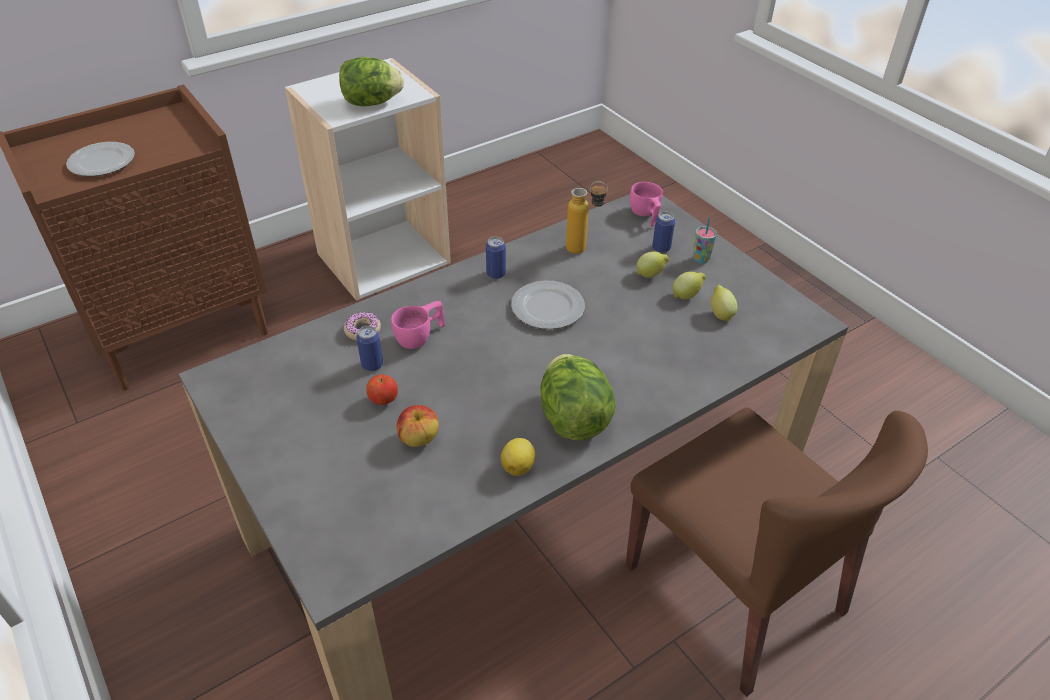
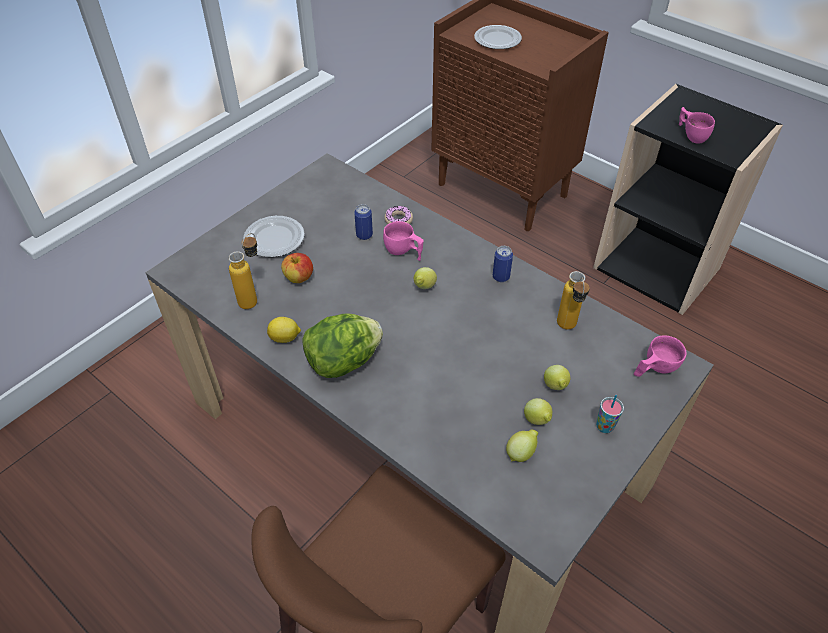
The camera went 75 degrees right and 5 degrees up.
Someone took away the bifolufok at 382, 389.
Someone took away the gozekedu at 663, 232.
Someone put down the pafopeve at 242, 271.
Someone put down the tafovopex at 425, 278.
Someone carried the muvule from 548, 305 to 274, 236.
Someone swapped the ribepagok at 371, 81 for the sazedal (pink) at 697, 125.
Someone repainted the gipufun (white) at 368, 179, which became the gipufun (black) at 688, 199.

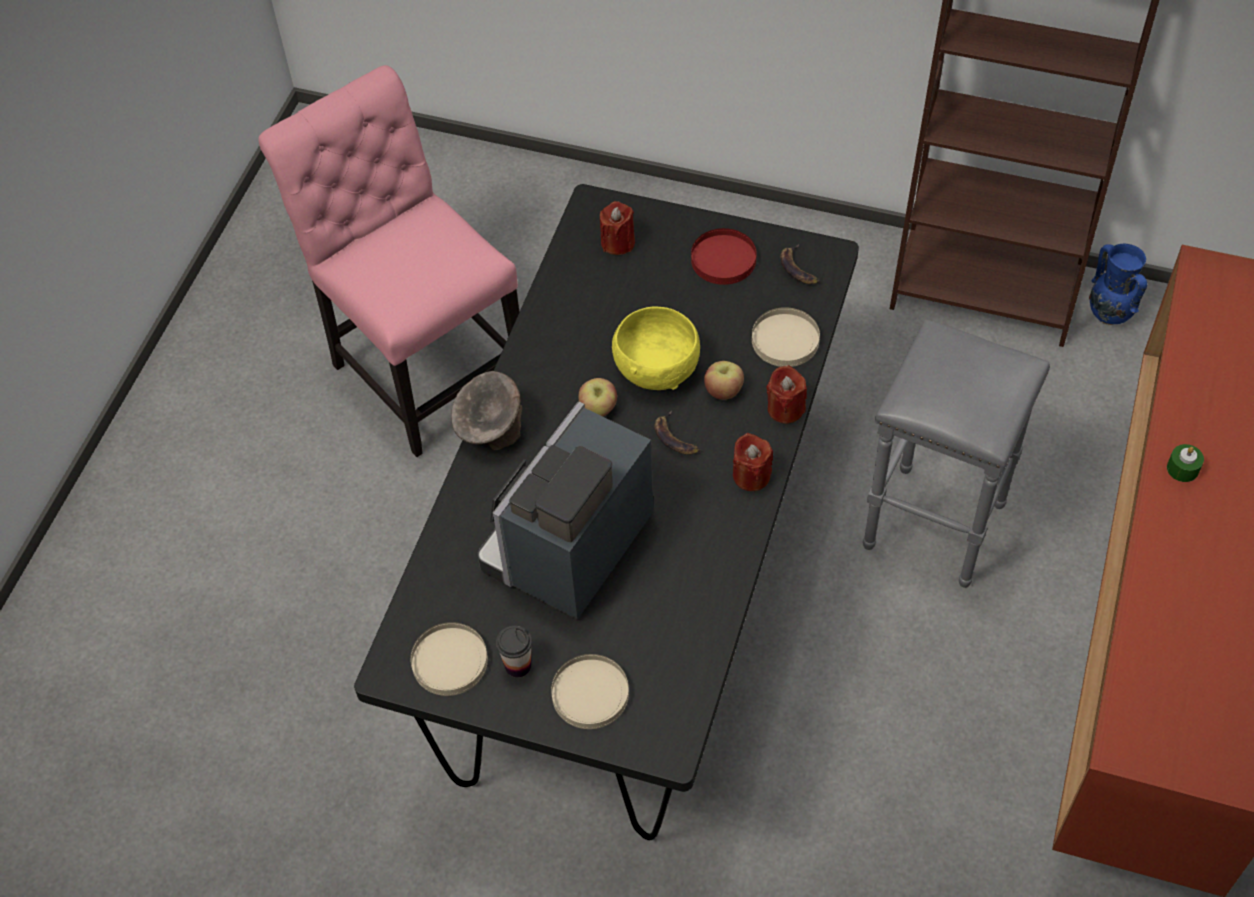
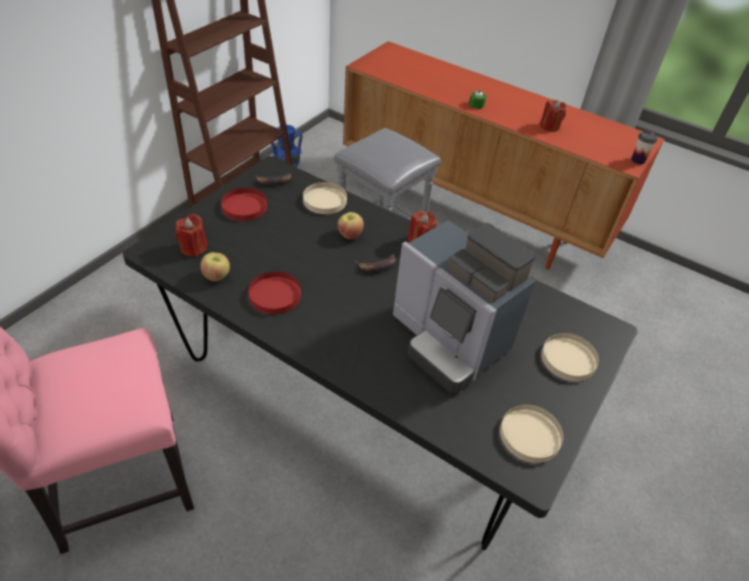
The camera went 80 degrees left and 10 degrees down.
Someone took away the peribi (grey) at 486, 410.
Someone took away the peribi (yellow) at 656, 348.
Someone put down the muvule (red) at 274, 293.
Someone carried the sazedal from 514, 652 to 644, 147.
Someone carried the bifolufok from 598, 397 to 215, 266.
Someone carried the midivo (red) from 786, 394 to 553, 116.

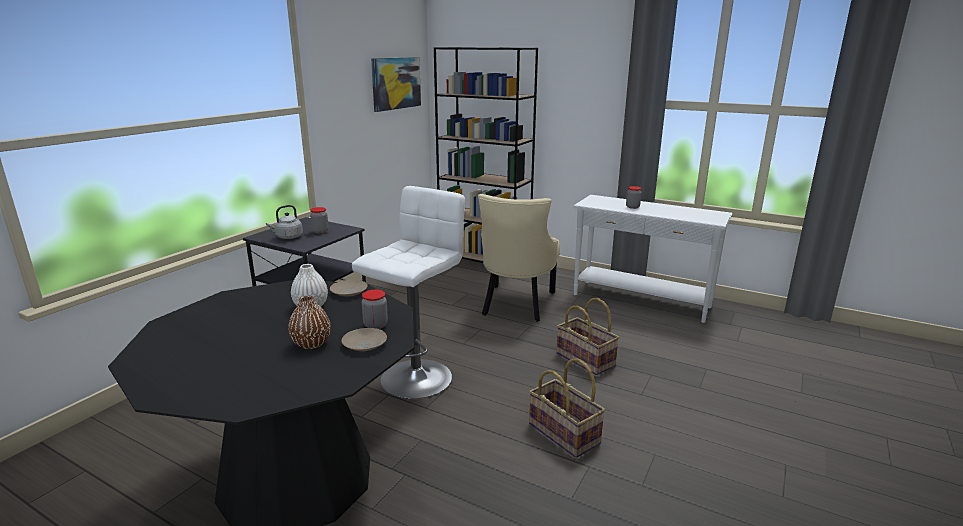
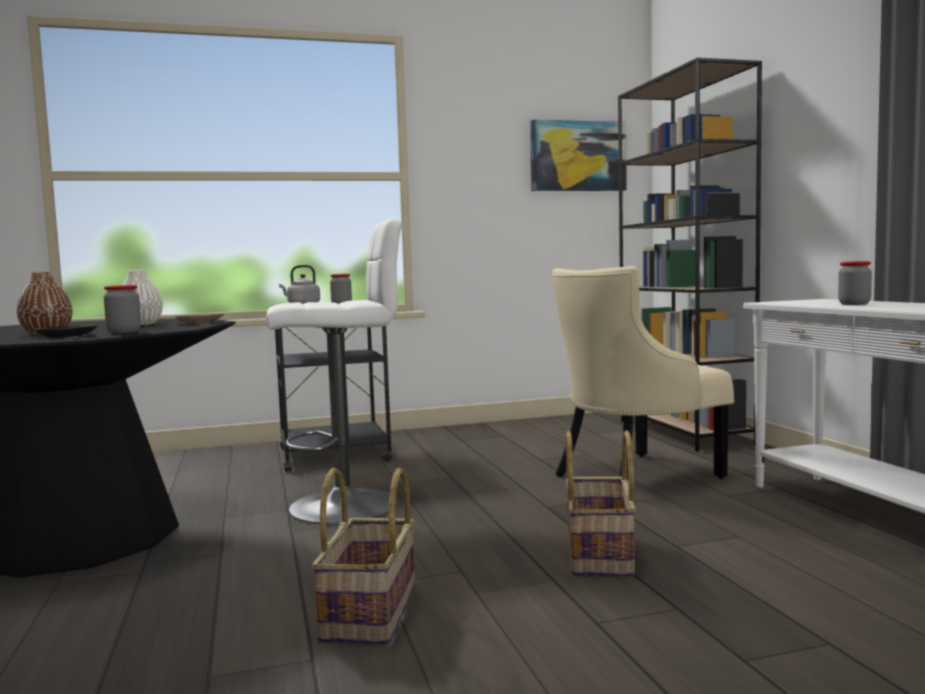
The camera went 45 degrees right and 15 degrees down.
Someone repainted the muvule (beige) at 364, 339, which became the muvule (black) at 65, 331.

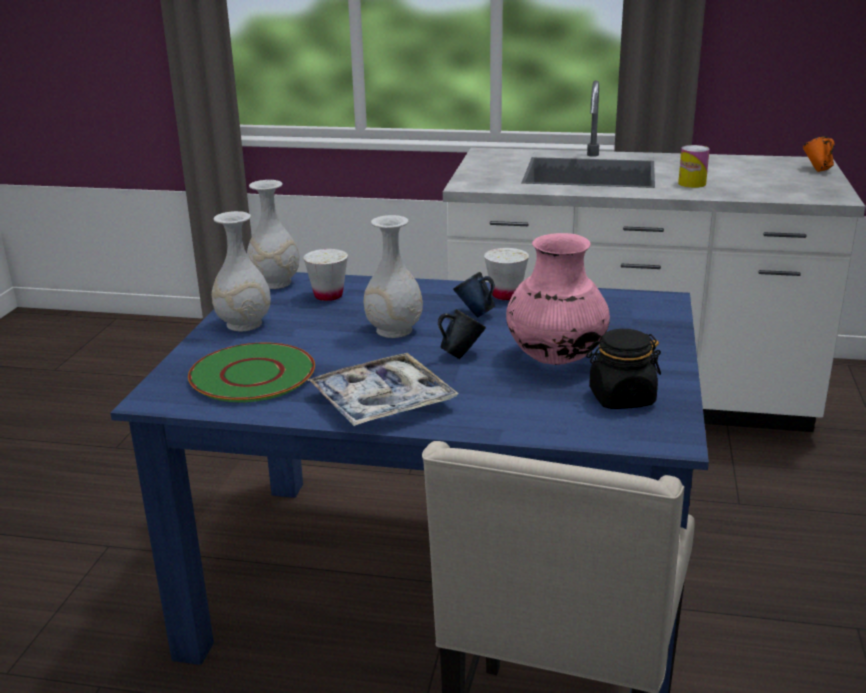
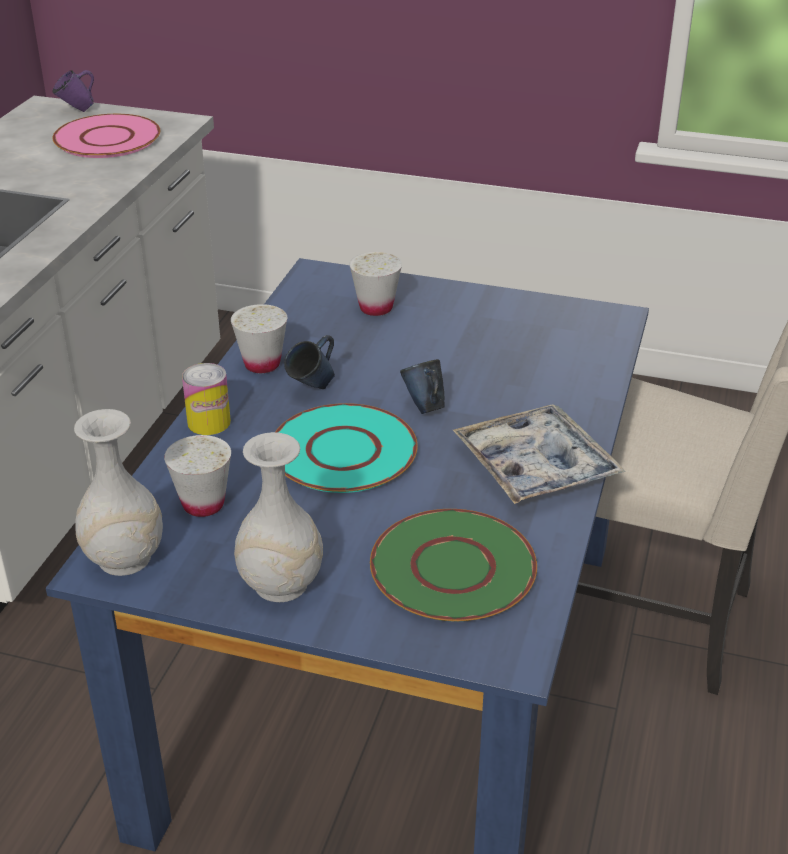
The camera went 85 degrees left and 10 degrees up.
Someone took away the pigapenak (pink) at 558, 299.
Someone took away the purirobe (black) at 623, 369.
Someone put down the muvule (pink) at 106, 136.
Someone put down the sazedal (white) at 375, 284.
Someone carried the gozekedu from 694, 166 to 206, 399.
Someone swapped the pigapenak (white) at 393, 276 for the muvule (turquoise) at 346, 448.
Someone repainted the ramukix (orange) at 819, 154, which became the ramukix (purple) at 73, 91.

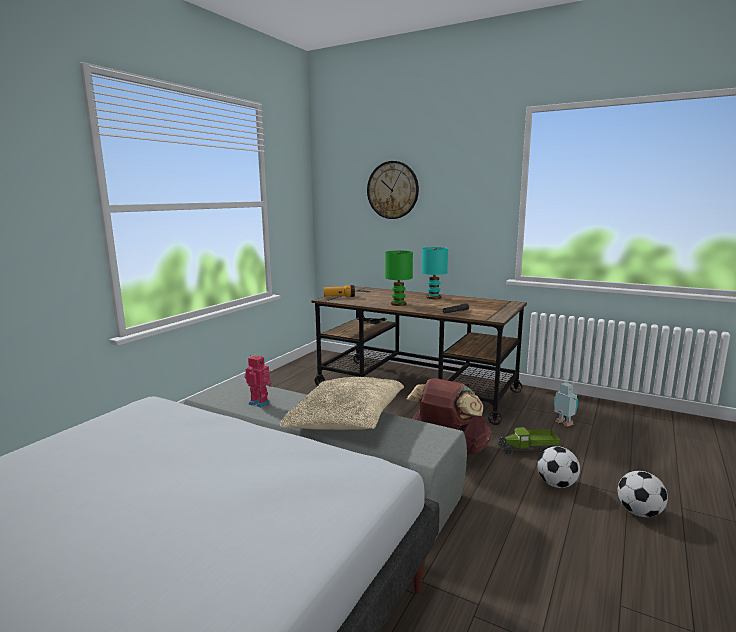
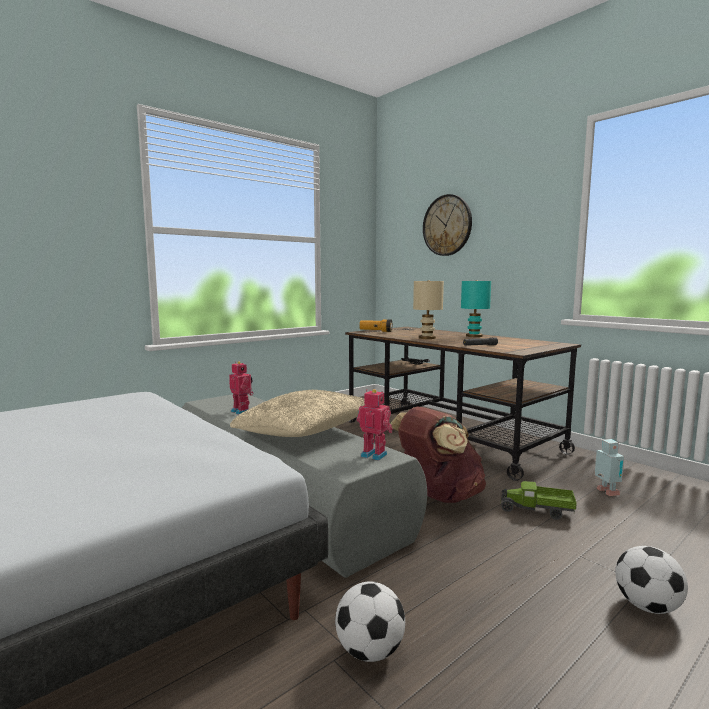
The camera went 20 degrees right and 5 degrees down.
Someone put down the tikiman at 375, 424.
Someone carried the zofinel from 558, 467 to 370, 621.
Someone repainted the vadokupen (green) at 399, 278, which became the vadokupen (beige) at 428, 309.

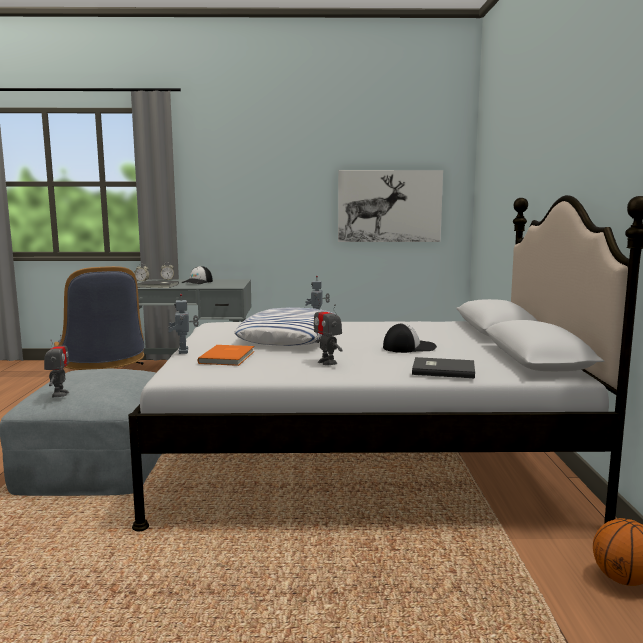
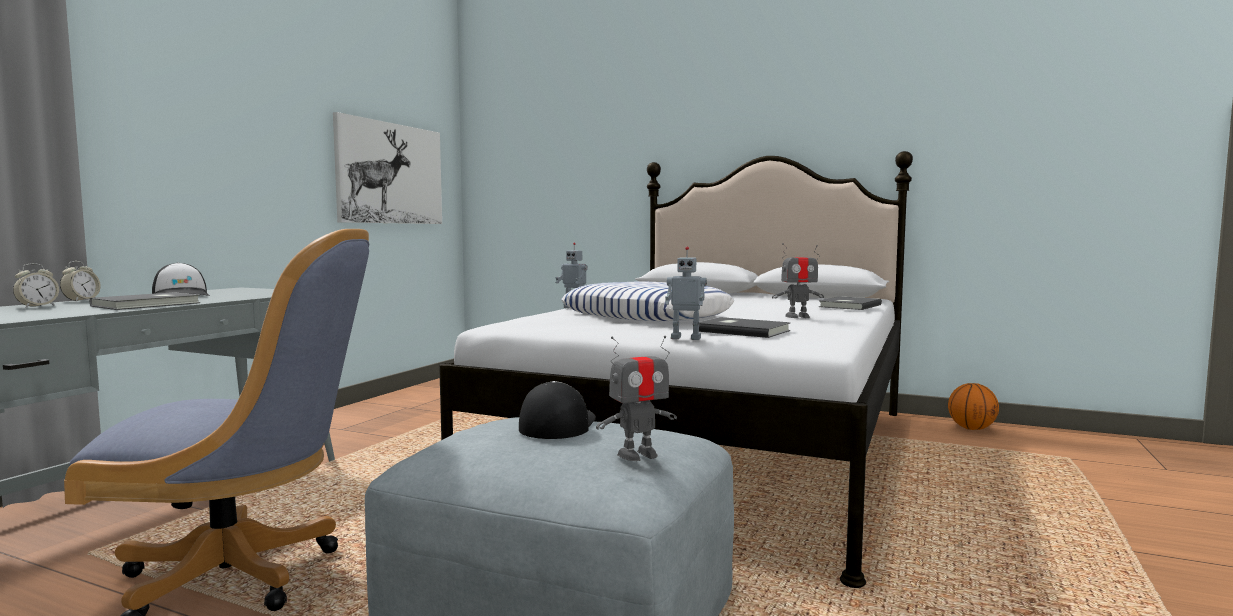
The camera went 65 degrees left and 5 degrees down.
Someone carried the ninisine from 410, 338 to 557, 410.
Someone repainted the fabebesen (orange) at 226, 355, which became the fabebesen (grey) at 745, 327.
Someone rotated the tikiman at 56, 366 by 135 degrees clockwise.

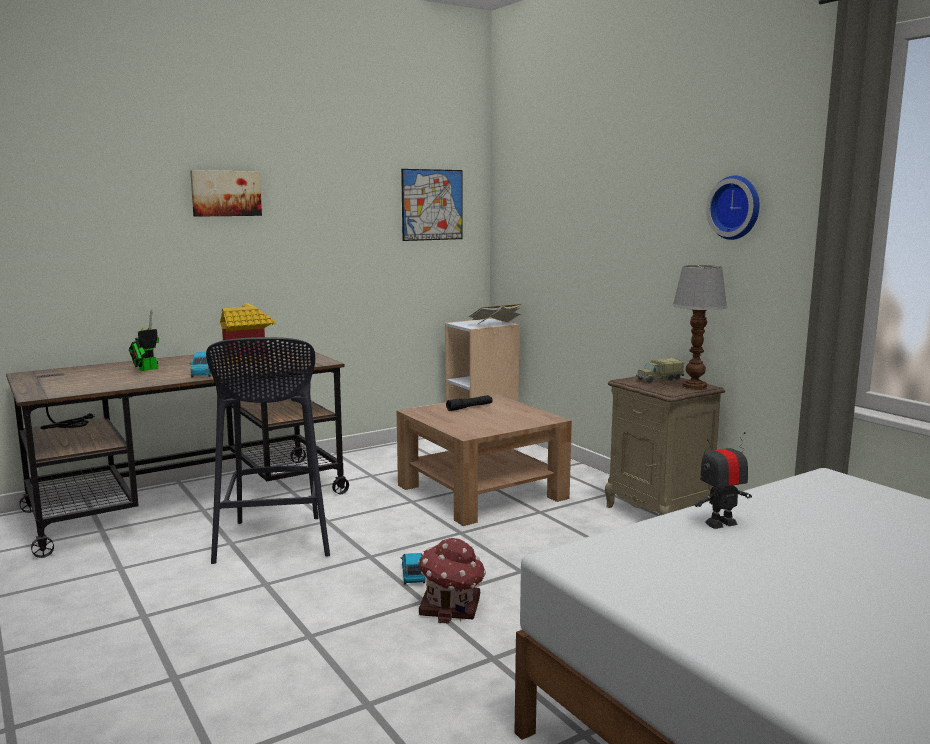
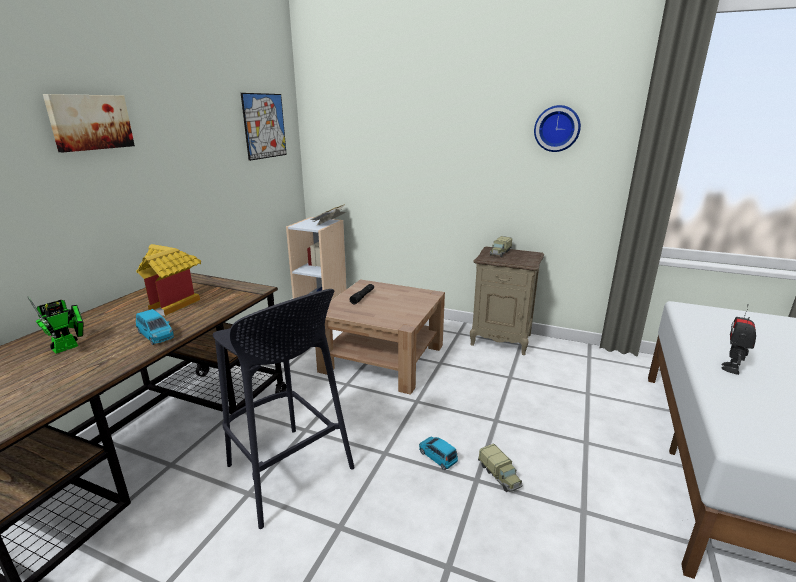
The camera went 35 degrees left and 10 degrees up.
Someone took away the vadokupen at 700, 327.
Someone swapped the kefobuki at 452, 581 for the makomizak at 500, 468.
Someone rotated the tikiman at 144, 340 by 150 degrees counterclockwise.

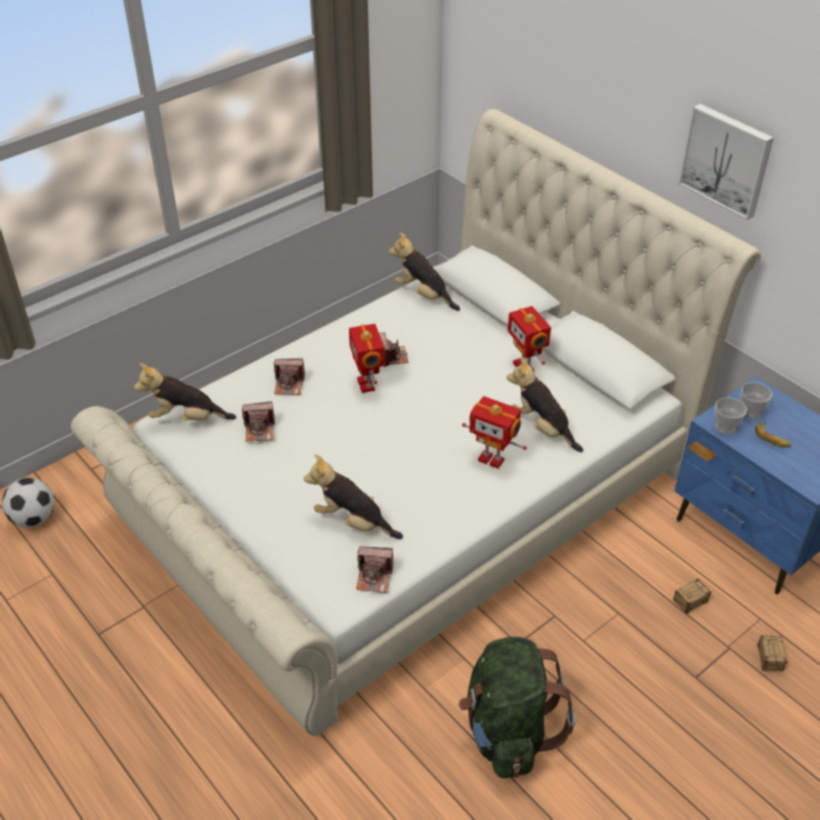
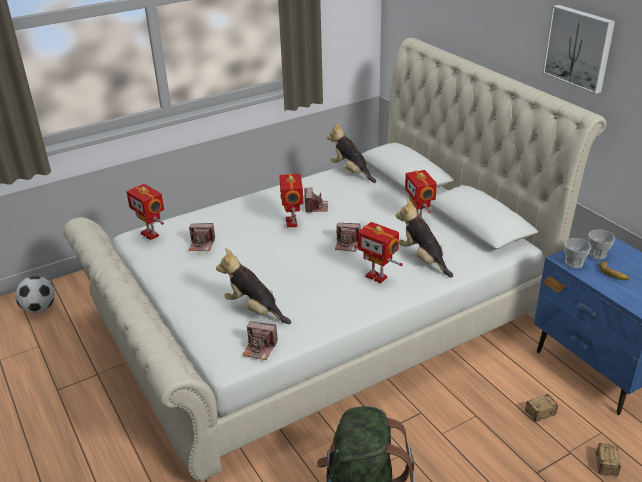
The camera went 10 degrees right and 10 degrees down.
Someone carried the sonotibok from 289, 376 to 348, 237.
Someone swapped the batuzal at 185, 391 for the tikiman at 145, 212.

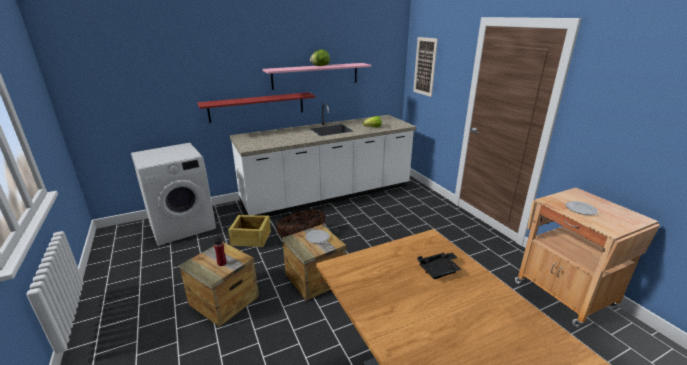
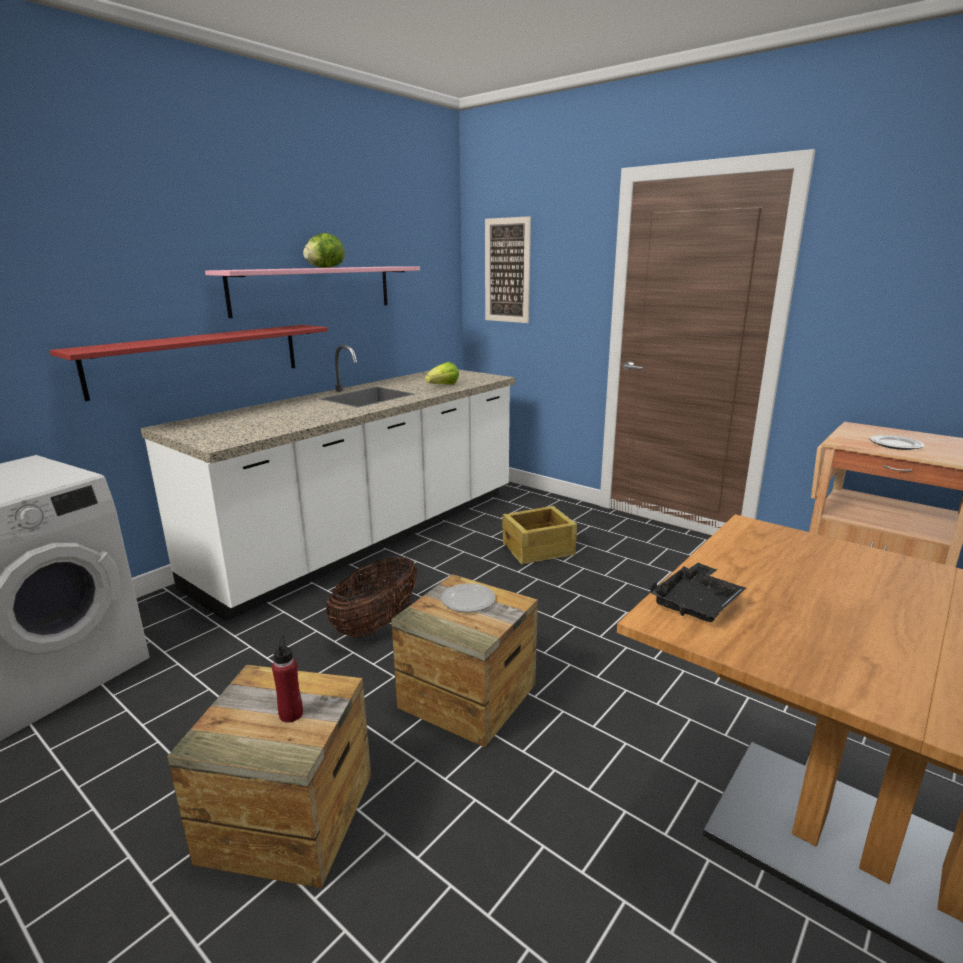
The camera went 25 degrees left and 5 degrees down.
Someone carried the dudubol from 249, 231 to 539, 535.
Someone carried the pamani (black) from 439, 266 to 698, 592.

